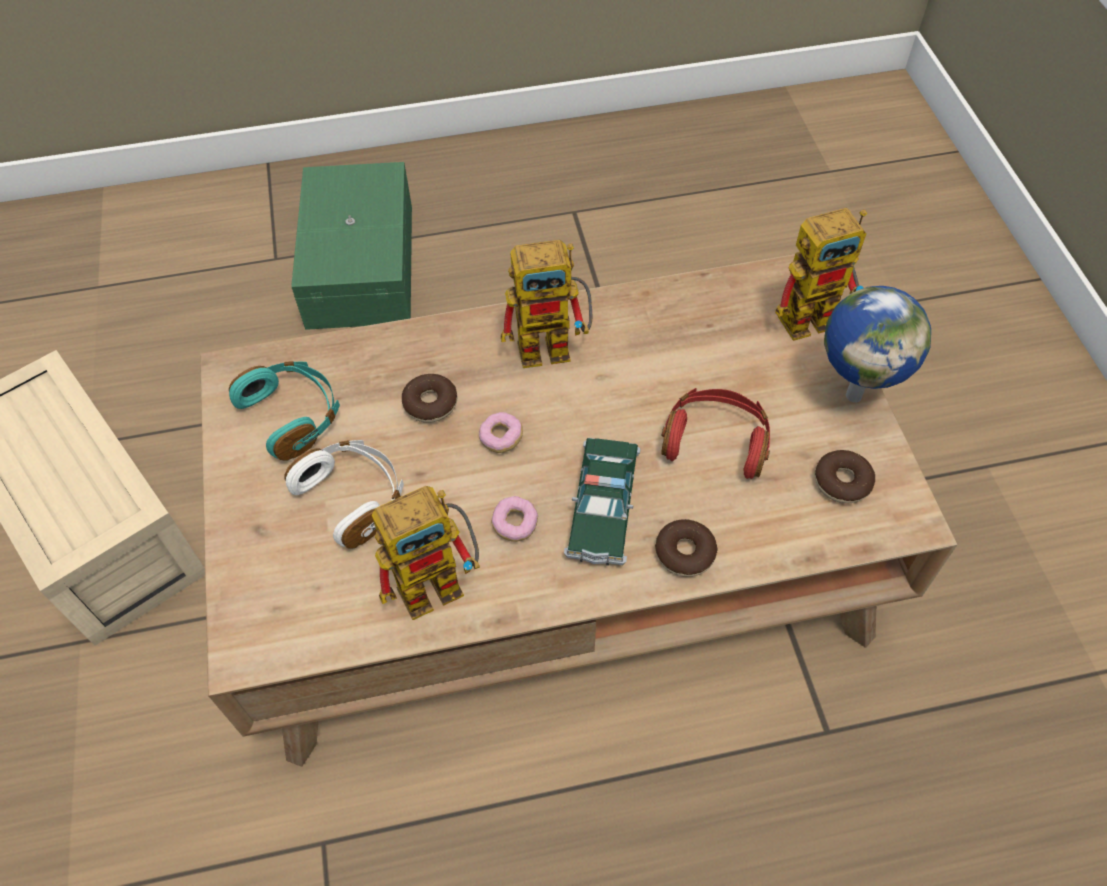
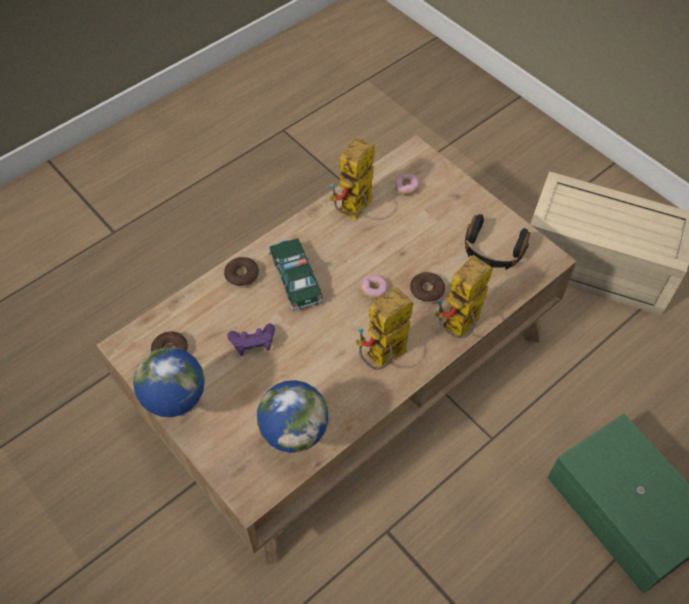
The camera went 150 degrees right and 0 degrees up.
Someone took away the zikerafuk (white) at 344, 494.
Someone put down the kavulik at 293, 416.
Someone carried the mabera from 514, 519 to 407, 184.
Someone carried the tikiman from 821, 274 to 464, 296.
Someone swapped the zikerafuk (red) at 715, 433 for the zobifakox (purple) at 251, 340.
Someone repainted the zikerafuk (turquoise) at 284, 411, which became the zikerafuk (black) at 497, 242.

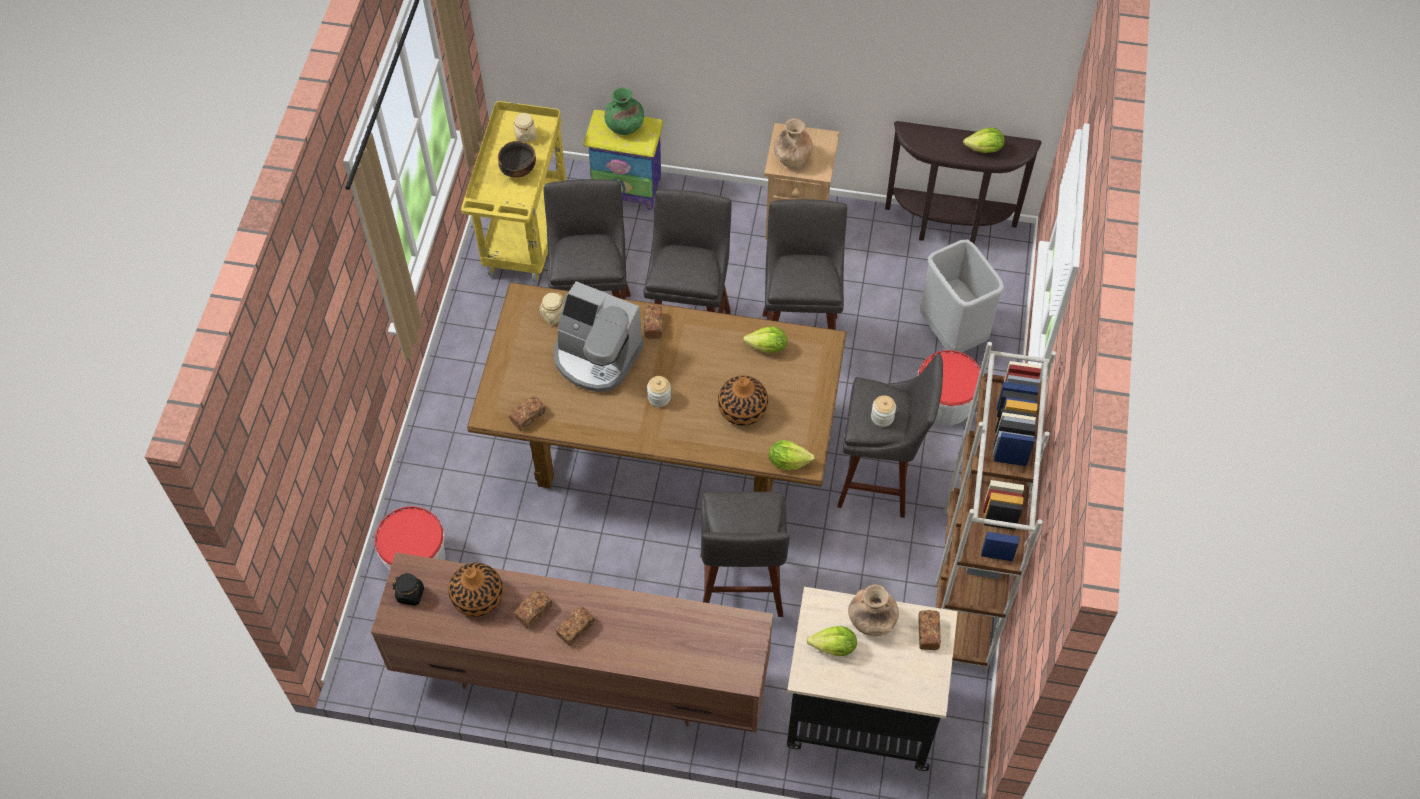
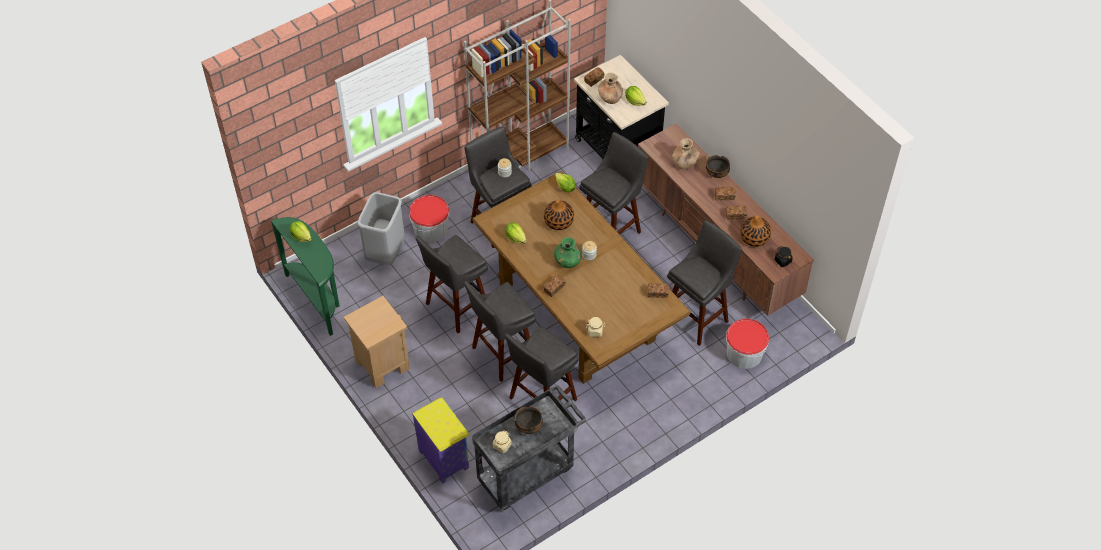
The camera went 135 degrees left and 5 degrees down.
Someone took away the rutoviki at 599, 336.
Someone put down the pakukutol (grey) at 704, 283.
Someone put down the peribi at 718, 166.
Someone carried the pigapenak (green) from 624, 111 to 568, 252.
Someone carried the pigapenak (brown) from 793, 143 to 686, 154.
Someone repainted the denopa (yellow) at 513, 191, which became the denopa (grey) at 529, 448.
Someone repainted the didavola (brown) at 963, 182, which became the didavola (green) at 305, 276.

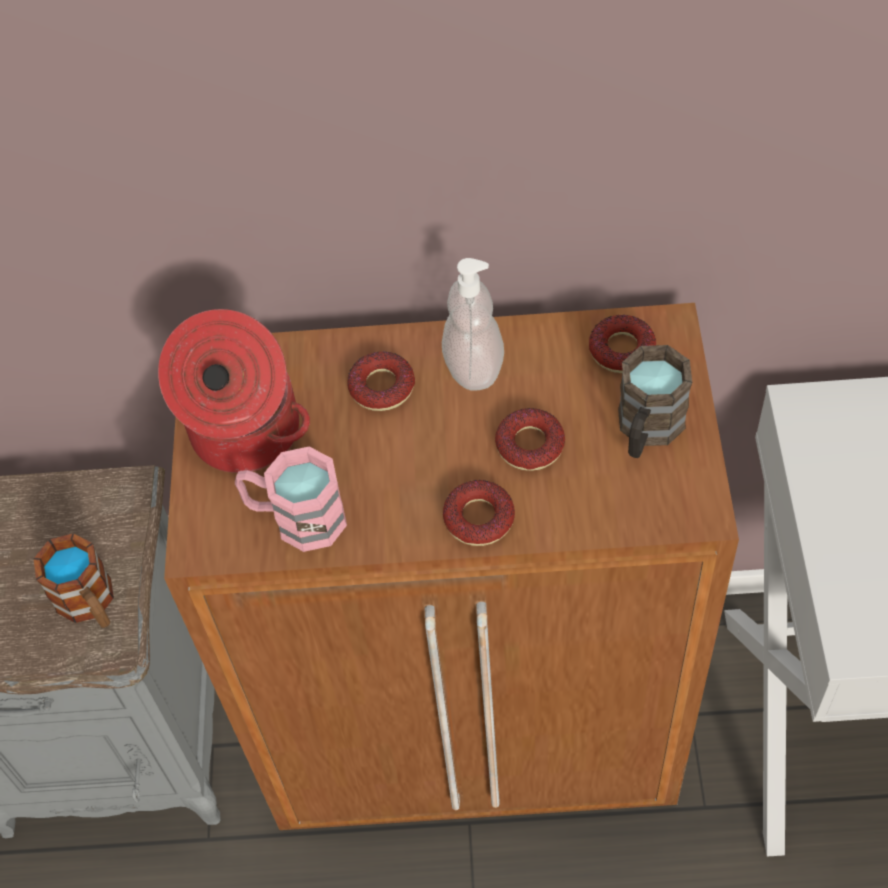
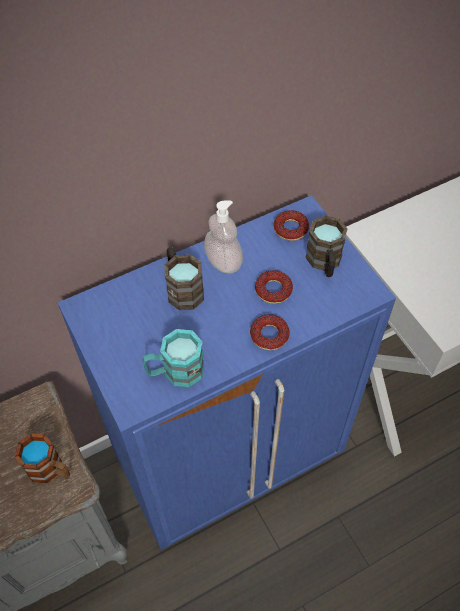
The camera went 30 degrees left and 0 degrees up.
Someone took away the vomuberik at 234, 391.
Someone swapped the mabera at 381, 381 for the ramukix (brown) at 184, 278.
Someone repainted the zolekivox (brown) at 451, 566, which became the zolekivox (blue) at 227, 372.
Someone repainted the ramukix (pink) at 291, 499, which became the ramukix (turquoise) at 173, 358.

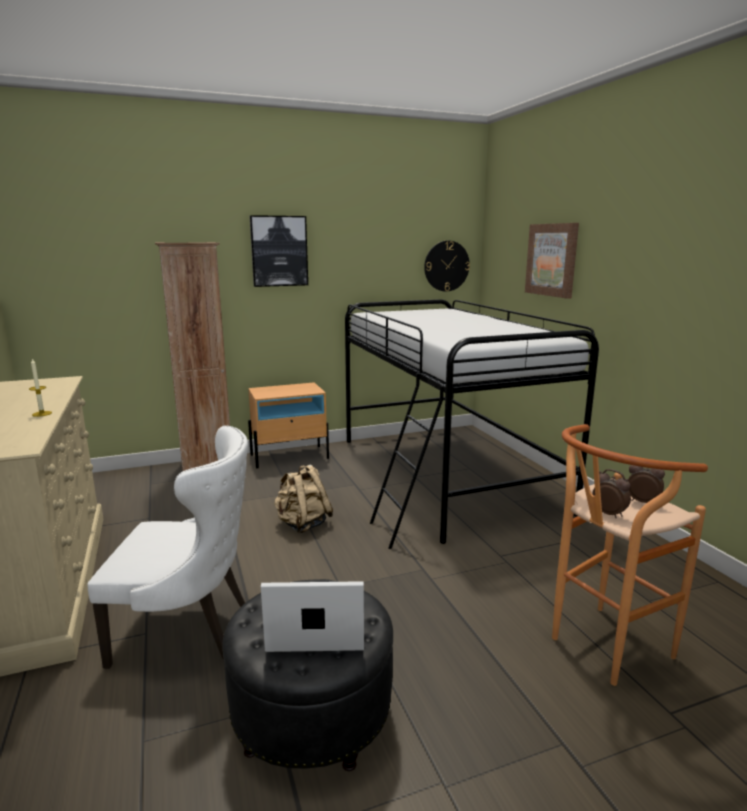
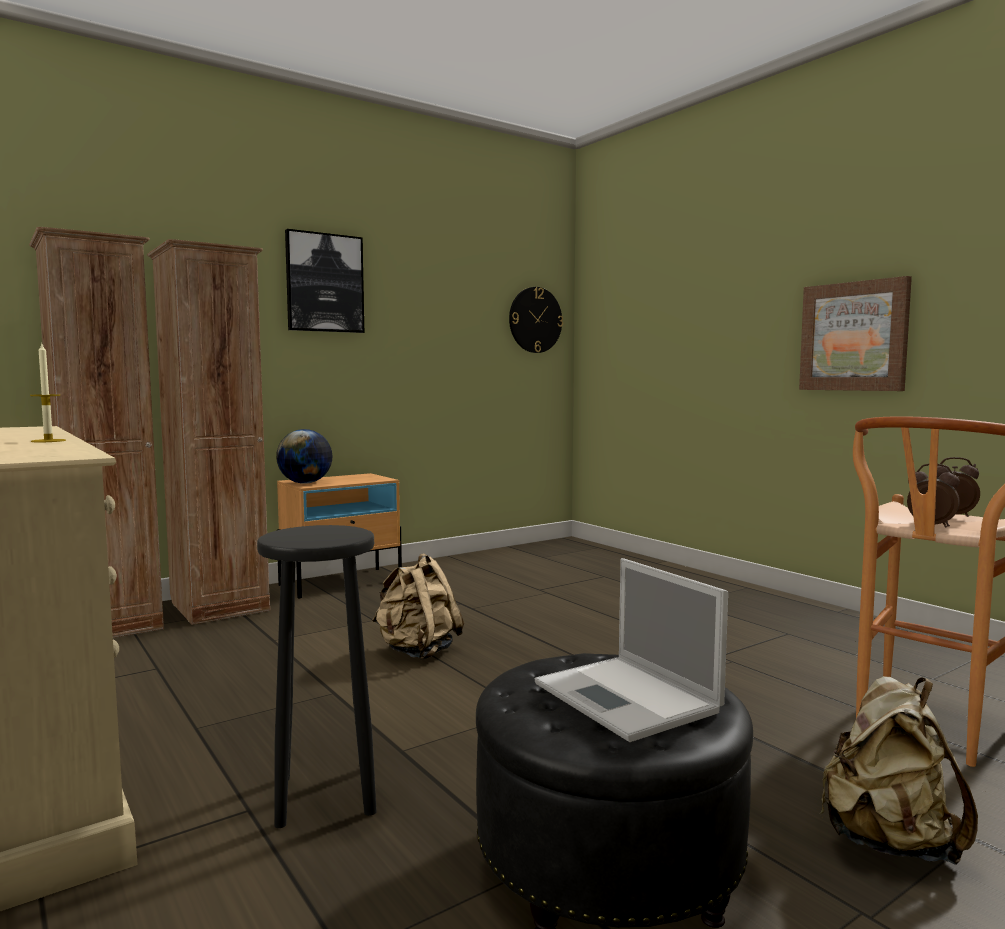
The camera went 15 degrees left and 10 degrees down.
Someone took away the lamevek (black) at 472, 424.
Someone put down the zolekivox (brown) at 96, 432.
Someone put down the kavulik at 304, 456.
Someone put down the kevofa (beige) at 899, 770.
Someone carried the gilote from 552, 261 to 855, 333.
Someone swapped the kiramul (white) at 167, 547 for the pakukutol (black) at 317, 676.
Someone rotated the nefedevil at 312, 616 by 105 degrees counterclockwise.

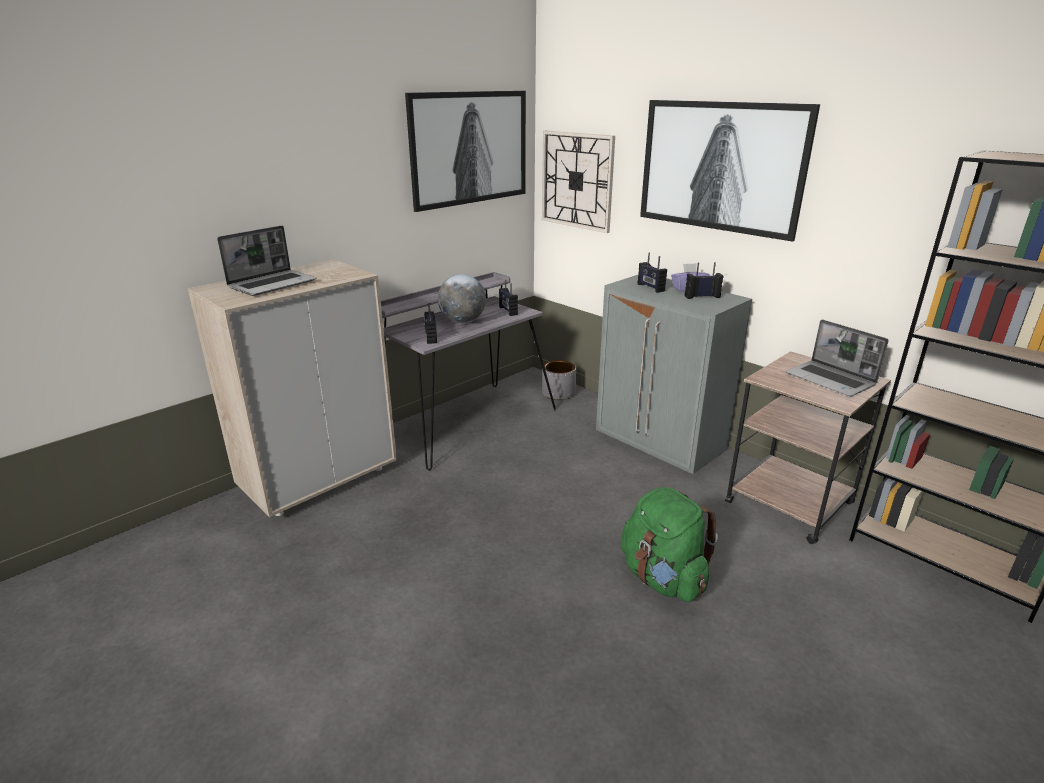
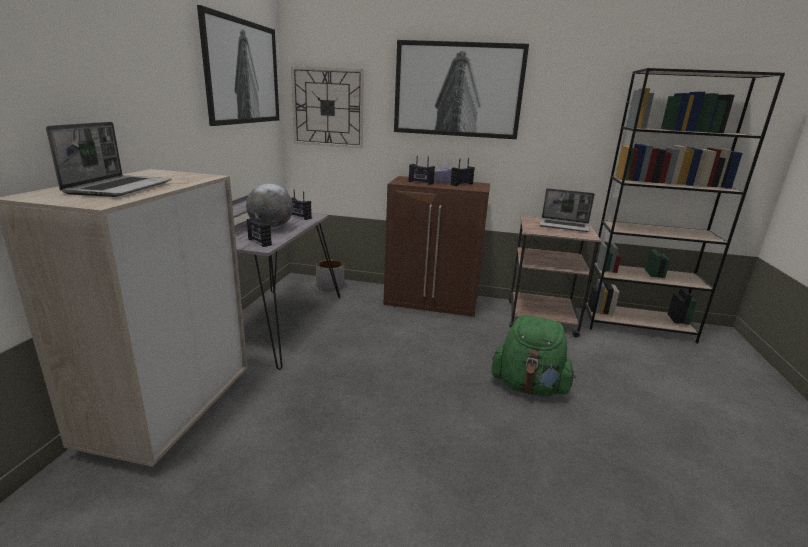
The camera went 35 degrees left and 5 degrees down.
Someone repainted the zolekivox (grey) at 674, 374, which became the zolekivox (brown) at 436, 246.

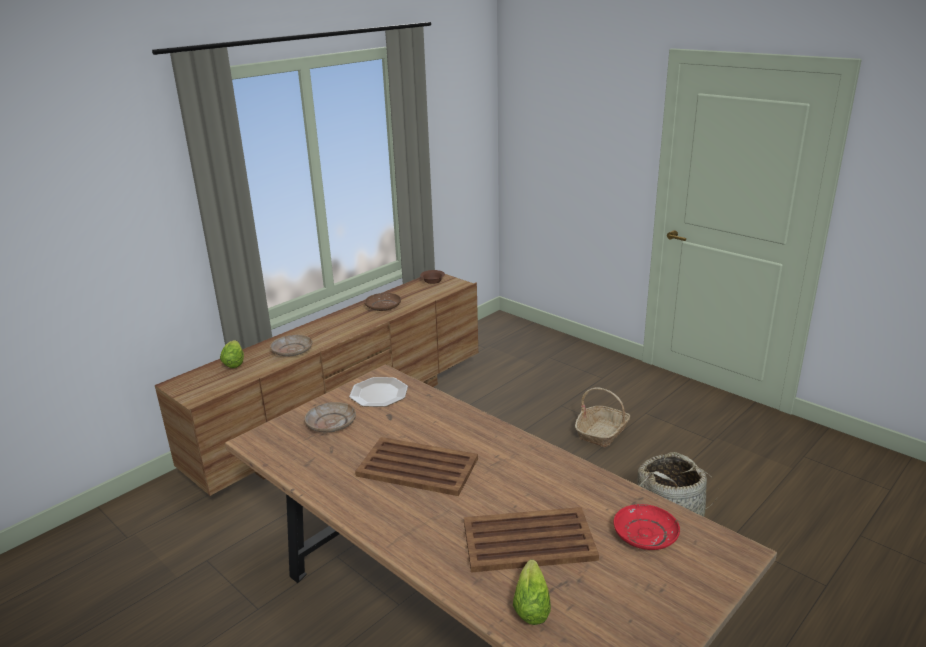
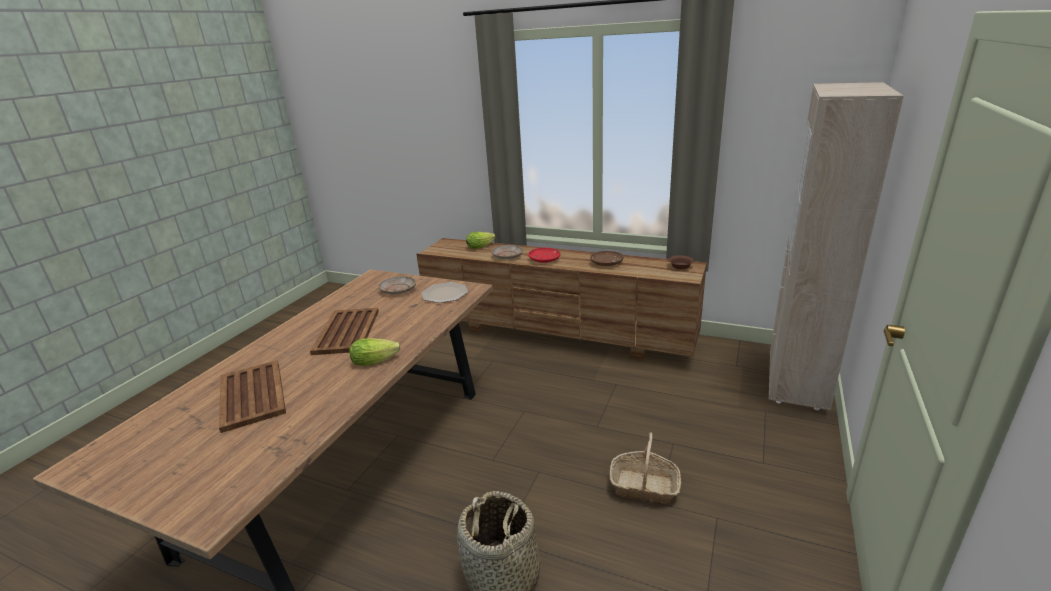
The camera went 70 degrees right and 0 degrees up.
Someone put down the zolekivox (beige) at 836, 246.
Someone carried the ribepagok from 532, 592 to 375, 352.
Someone carried the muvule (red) from 647, 527 to 544, 255.

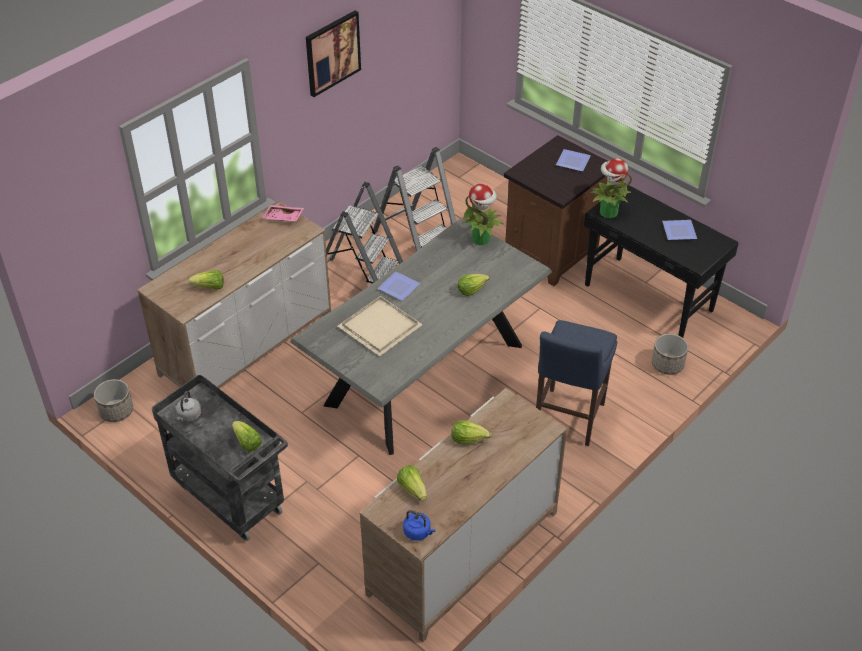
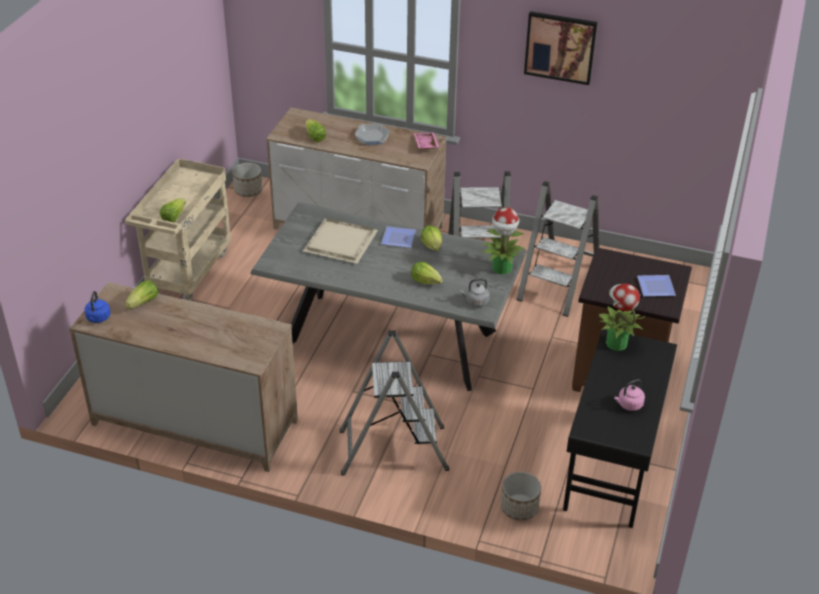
The camera went 65 degrees right and 5 degrees down.
Someone put down the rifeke at 372, 134.
Someone carried the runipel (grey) from 188, 406 to 474, 292.
Someone carried the ribepagok from 471, 432 to 431, 238.
Someone swapped the pakukutol (blue) at 576, 383 for the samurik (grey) at 394, 402.
Someone swapped the muvule at 679, 230 for the runipel (pink) at 629, 395.
Someone repainted the denopa (black) at 220, 458, which became the denopa (beige) at 178, 230.

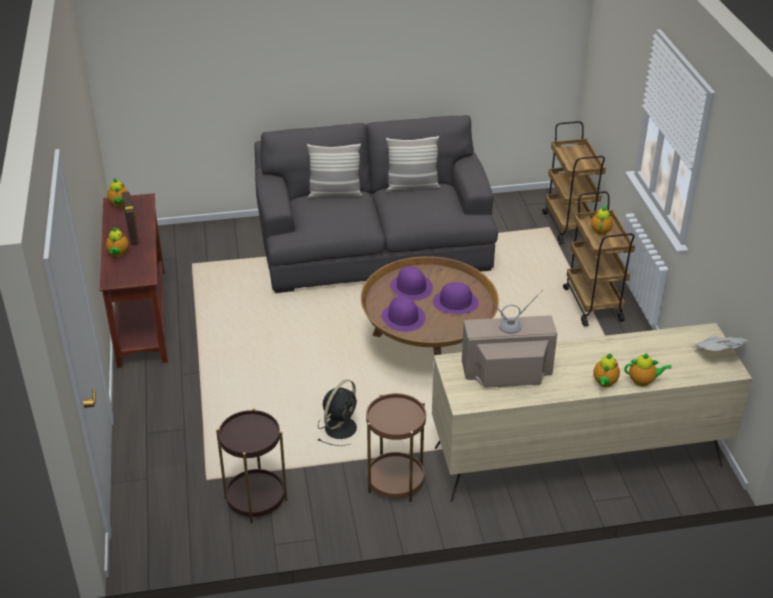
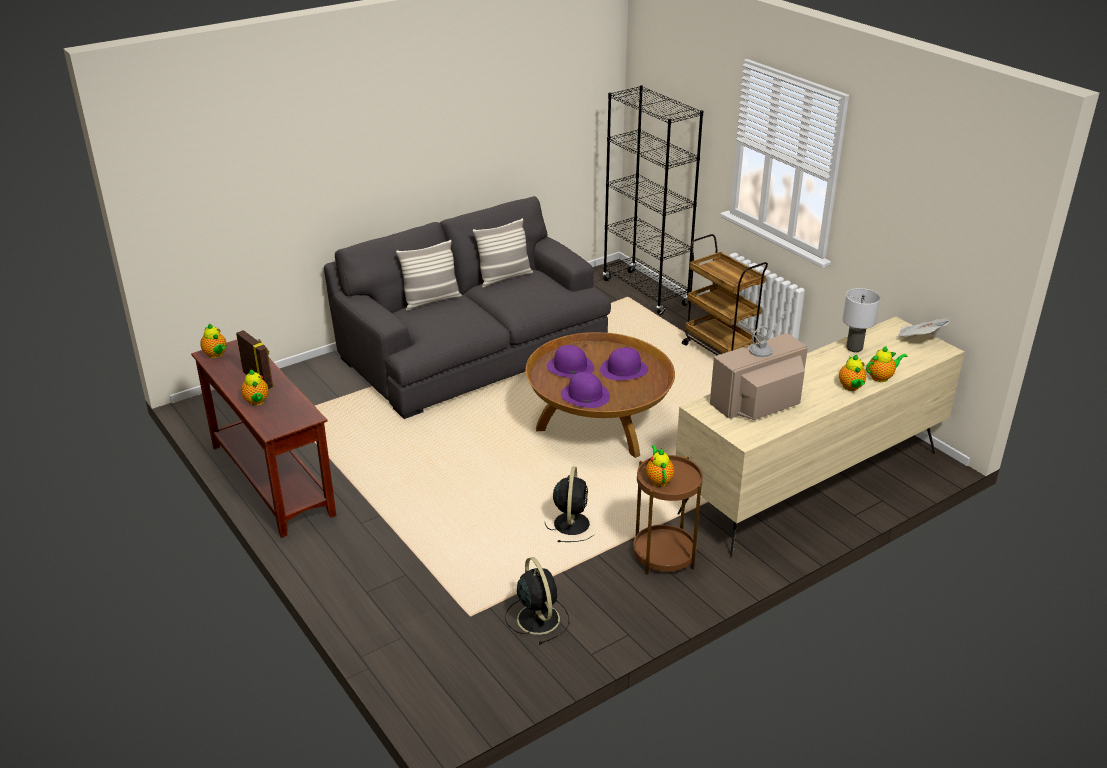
The camera went 25 degrees left and 5 degrees down.
Someone put down the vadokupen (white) at 861, 320.
Someone carried the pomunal from 602, 220 to 660, 466.
Someone swapped the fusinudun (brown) at 251, 465 for the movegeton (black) at 537, 600.
Someone swapped the denopa (brown) at 574, 182 for the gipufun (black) at 653, 200.

